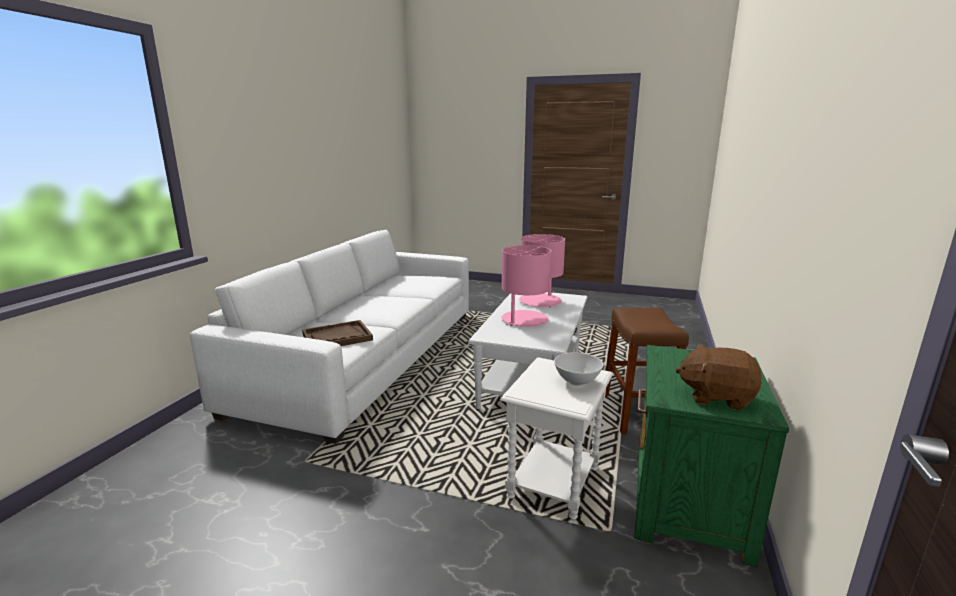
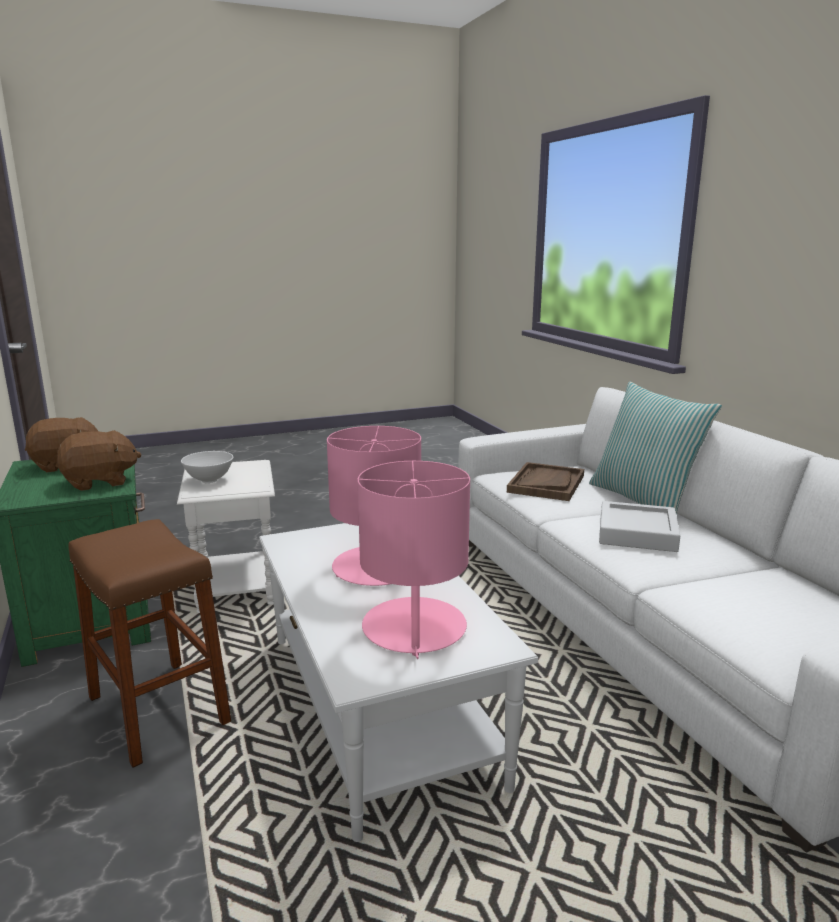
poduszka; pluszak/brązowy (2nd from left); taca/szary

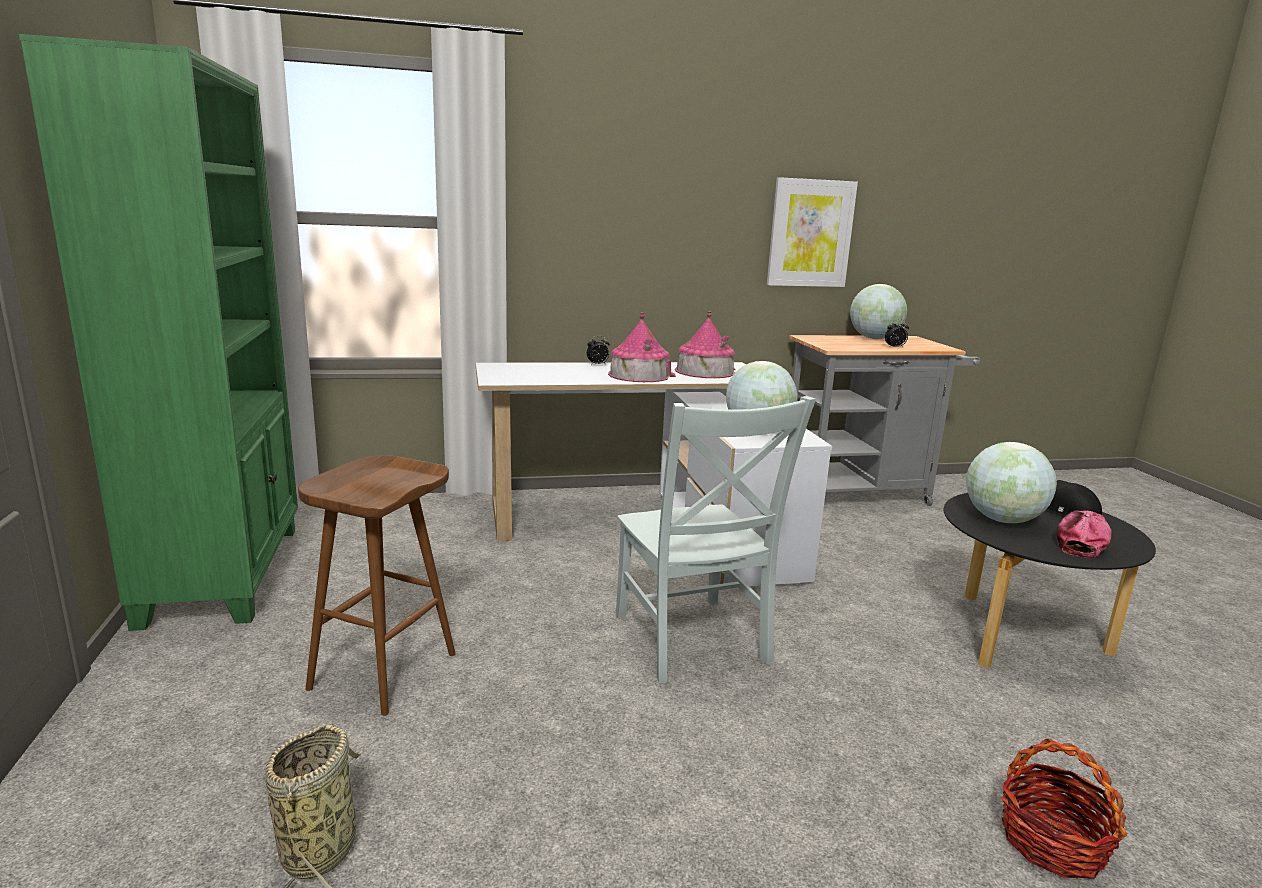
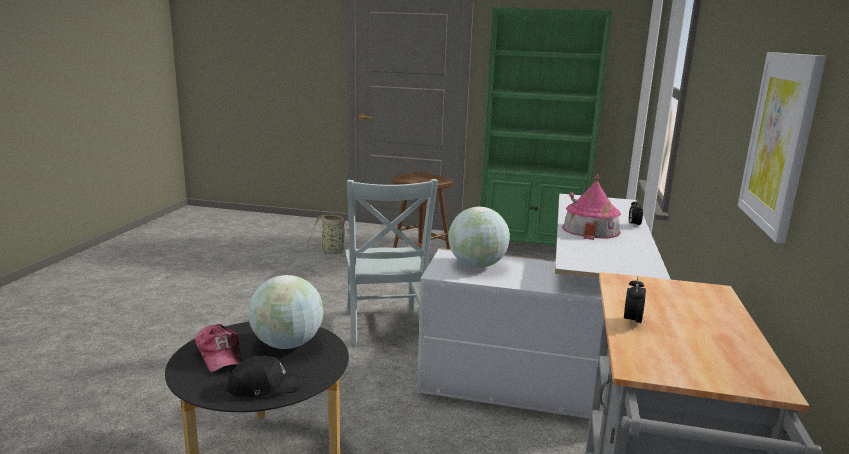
globus (2nd from left in the first image); domek (2nd from left in the first image); krzesło/szary; koszyk (2nd from left in the first image)

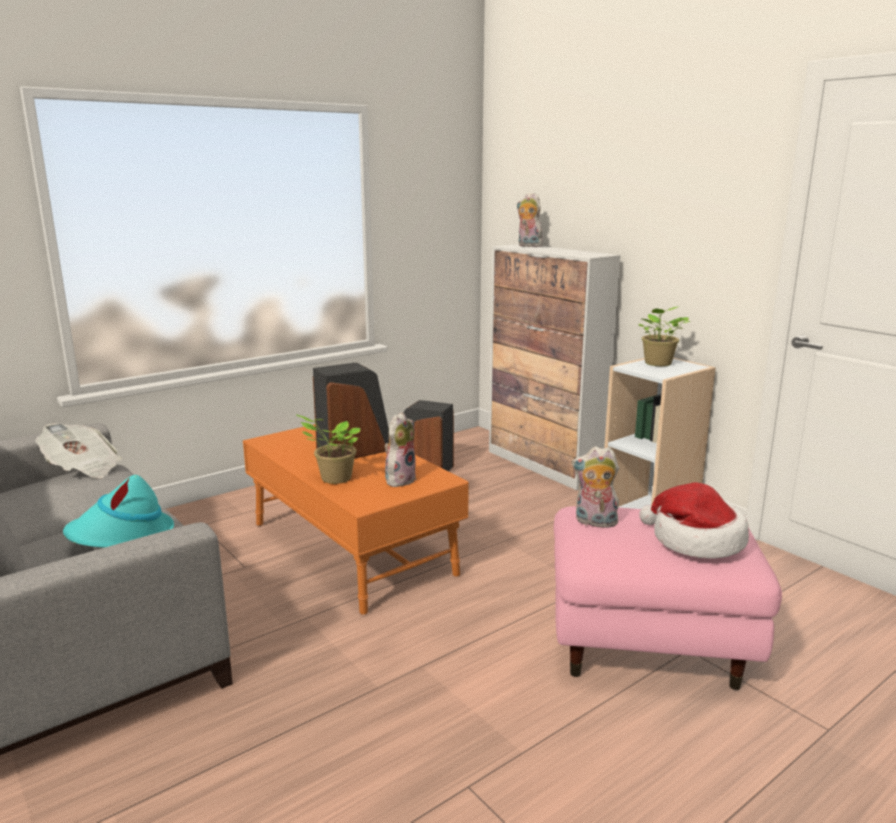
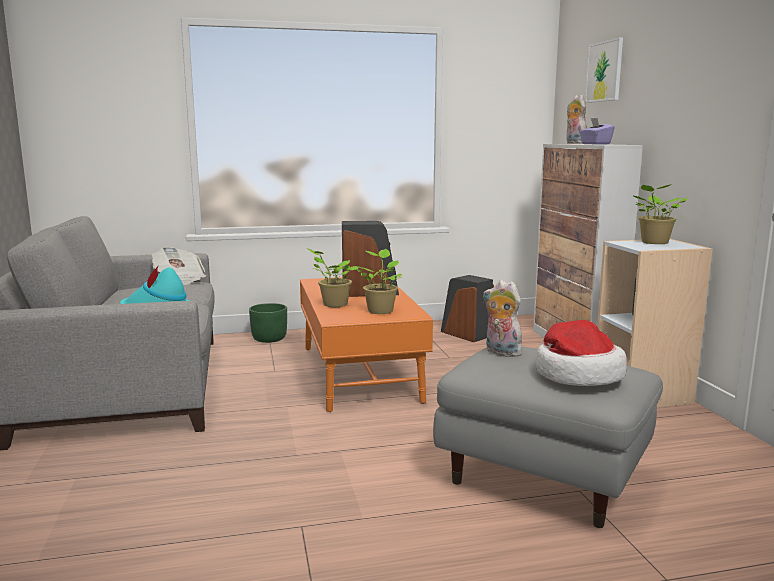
roślina doniczkowa (2nd from left); pufa/szary; obraz; pudełko chusteczek/fioletowy; donica/zielony

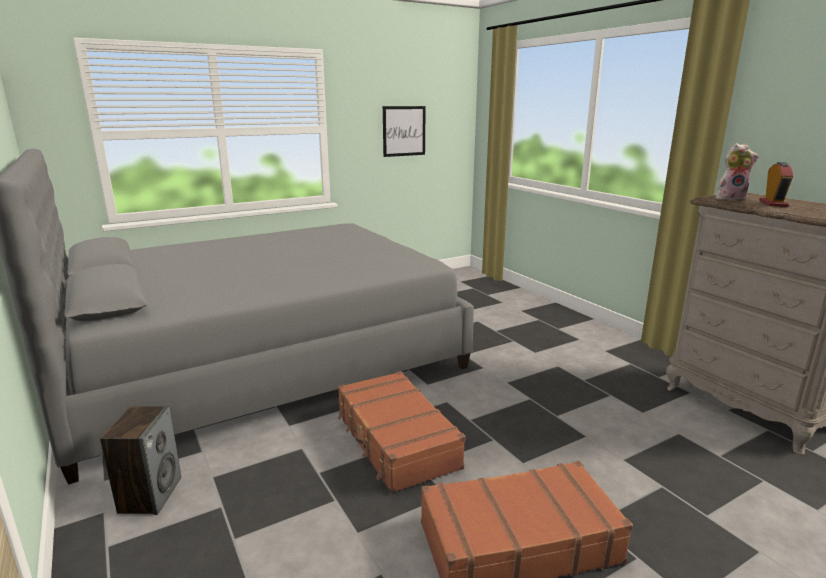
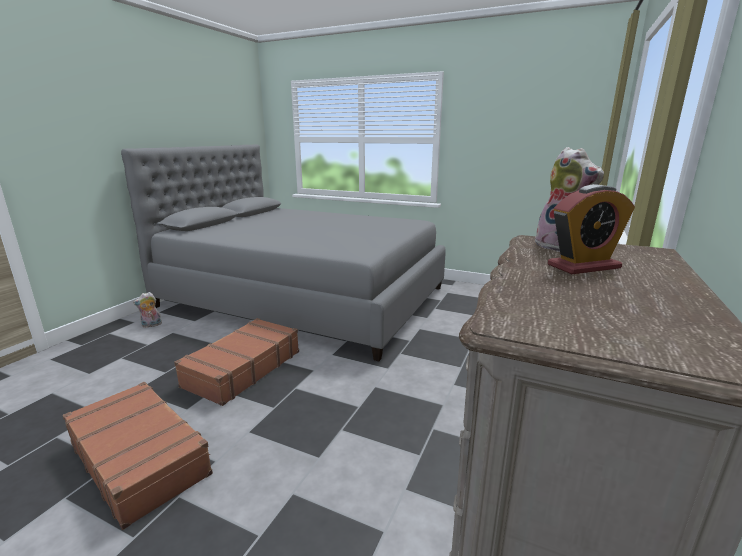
obraz; pluszak (1st from left)

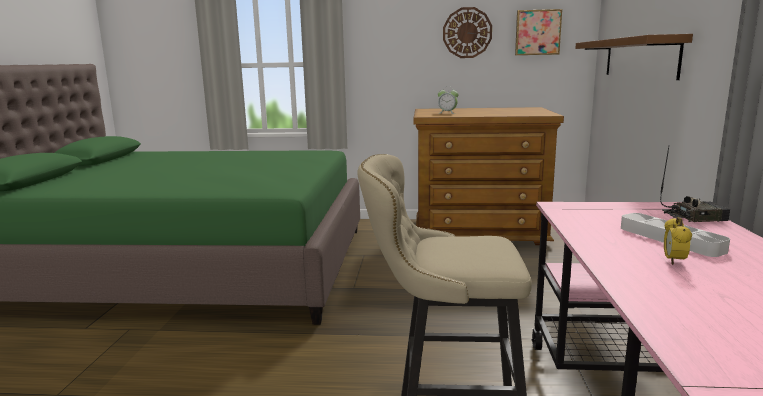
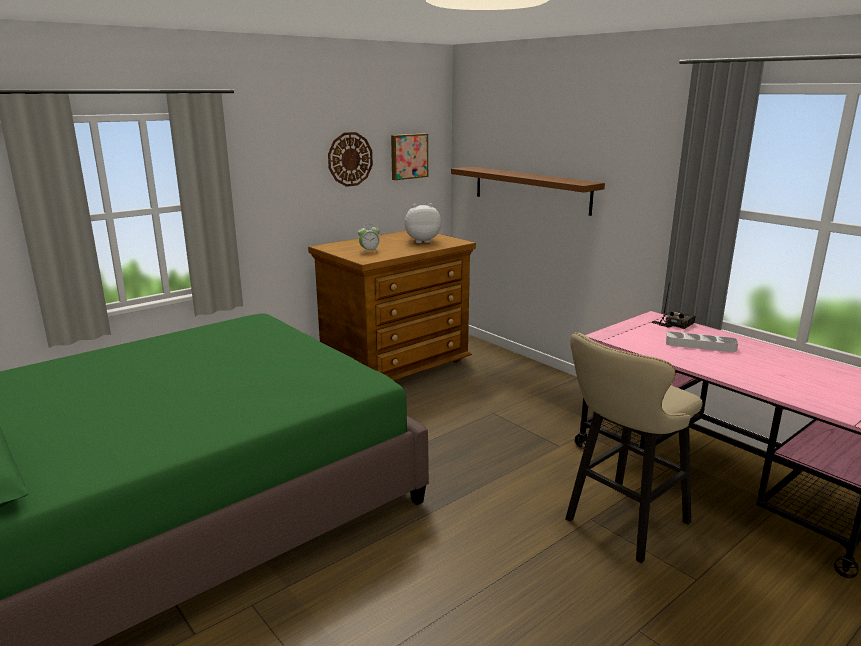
budzik (2nd from left in the first image); pluszak

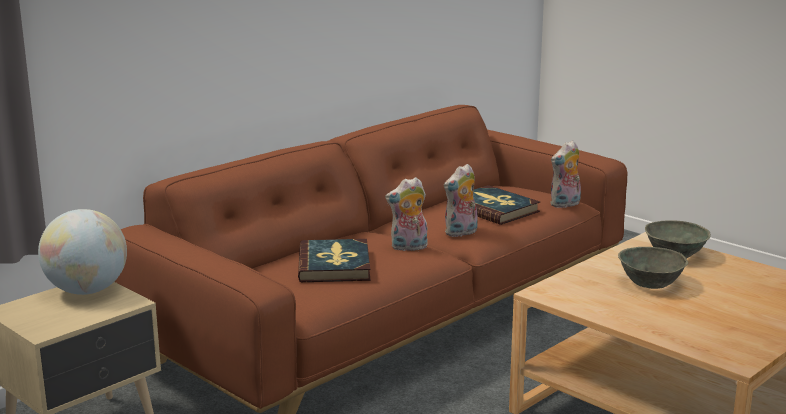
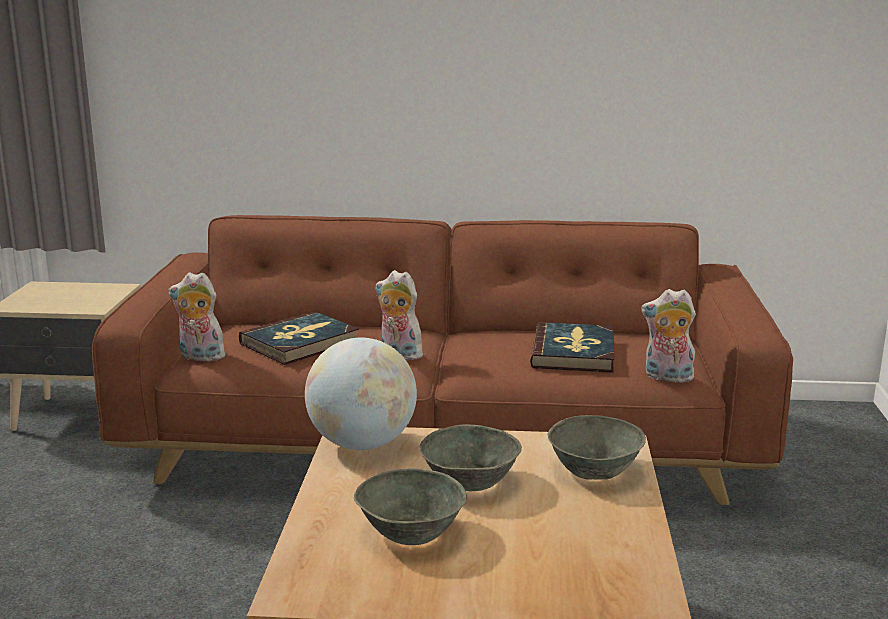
pluszak (1st from left); globus; miska/szary (1st from left)

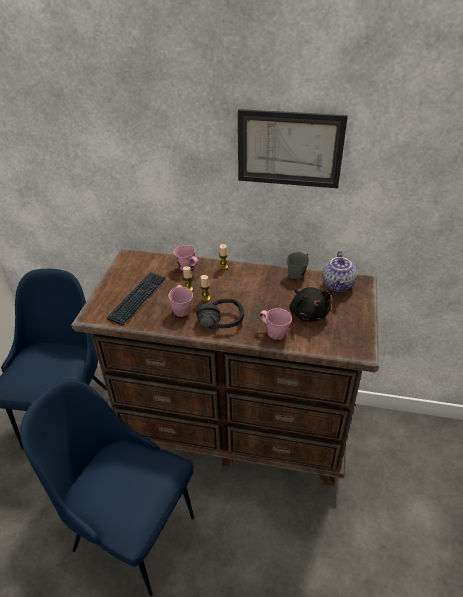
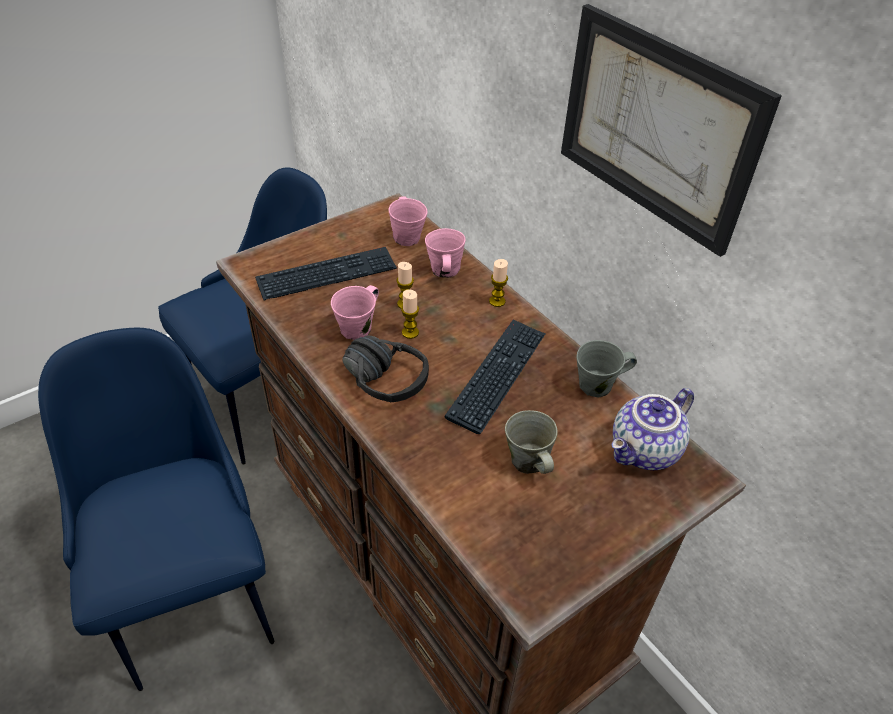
kubek/szary (1st from left); kubek/różowy (2nd from left); klawiatura (2nd from left)

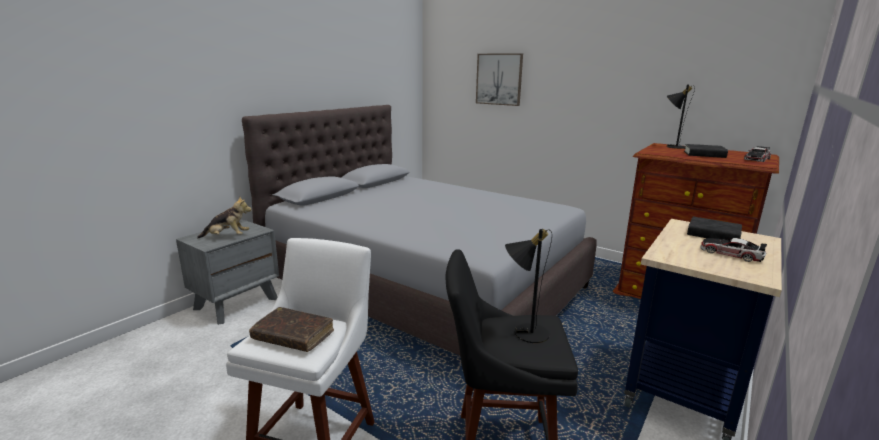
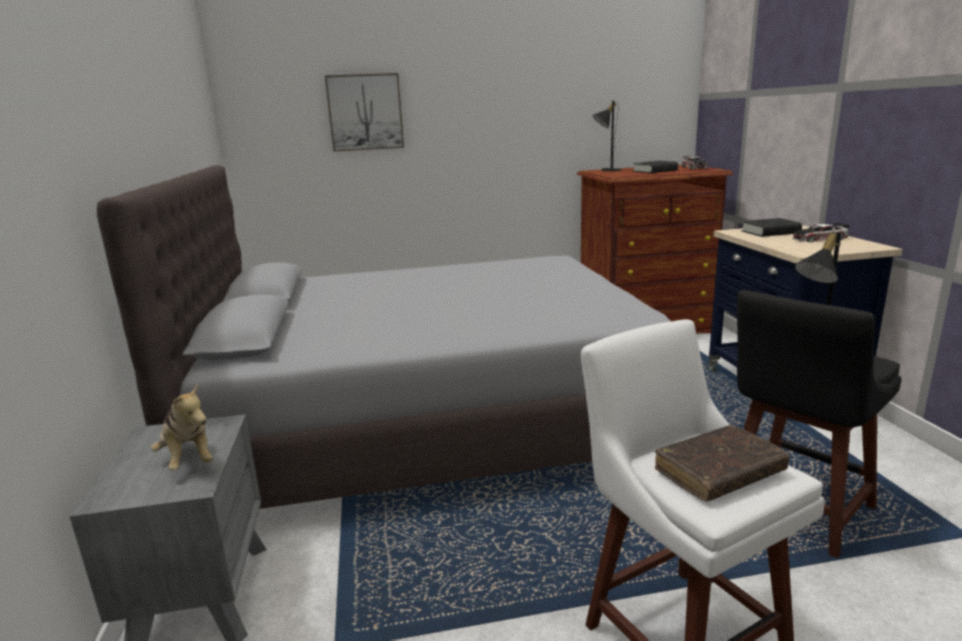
pluszak

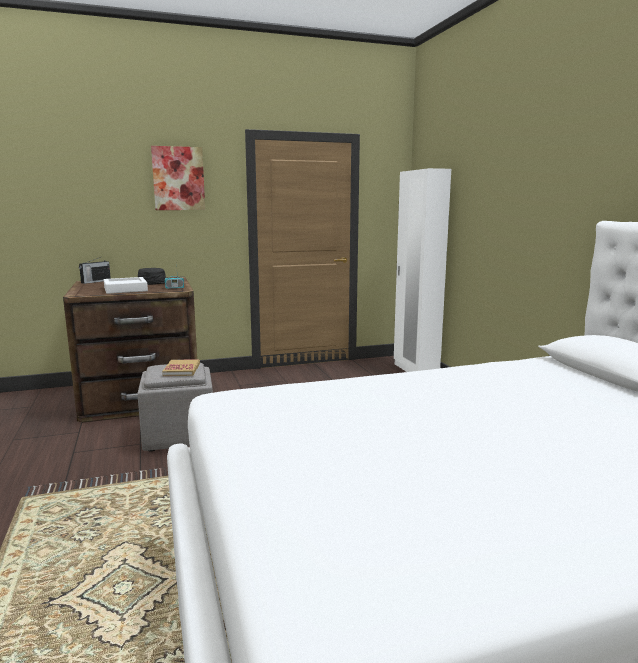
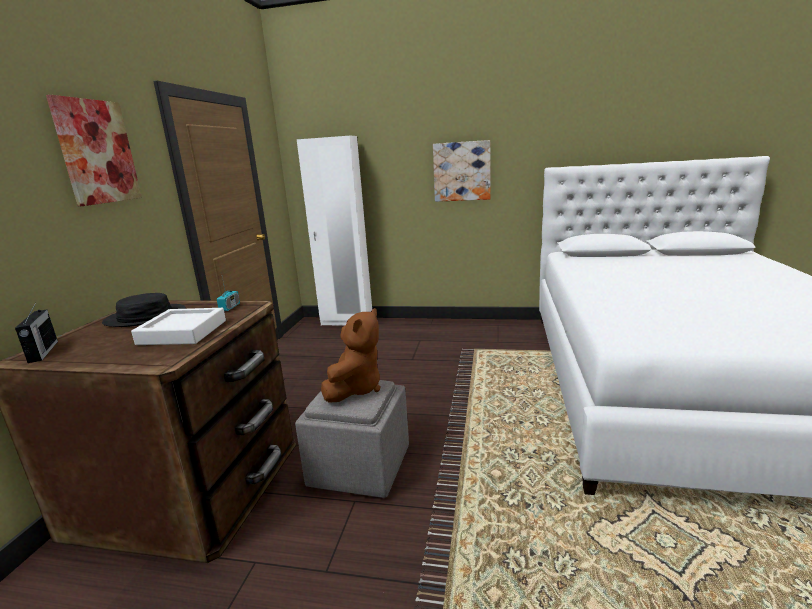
pluszak/brązowy; obraz (2nd from left)

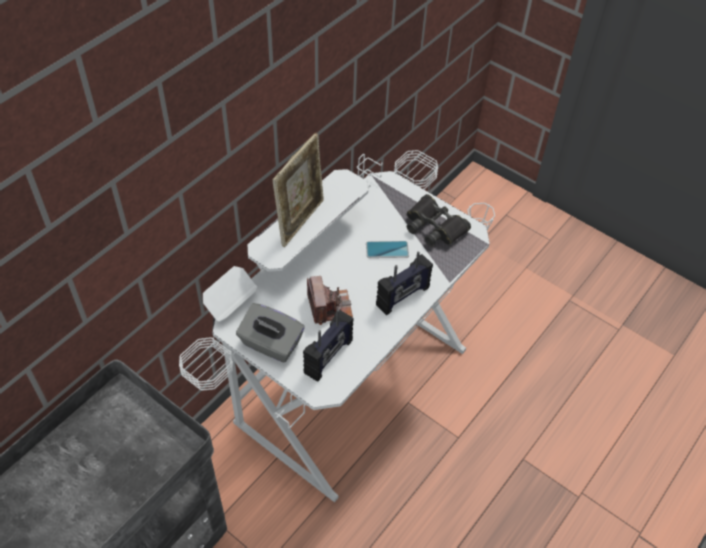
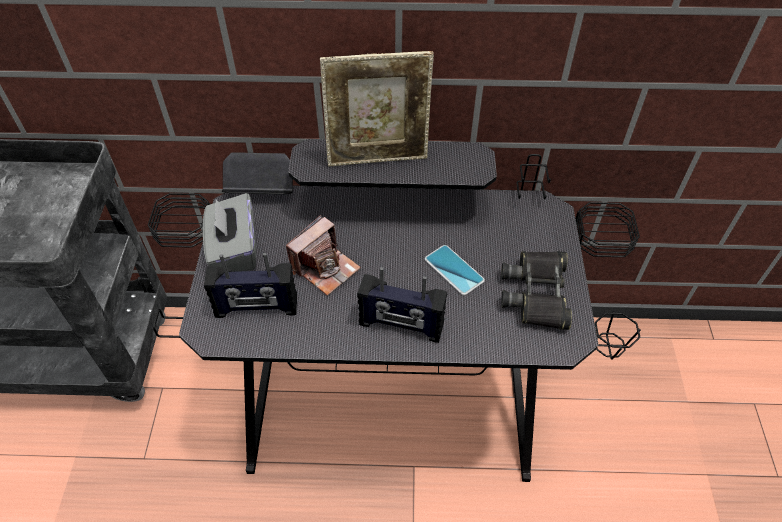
biurko/czarny

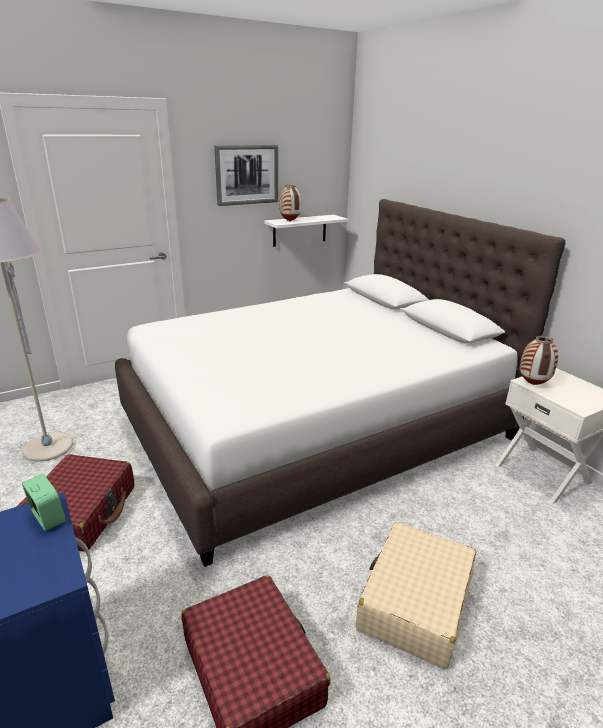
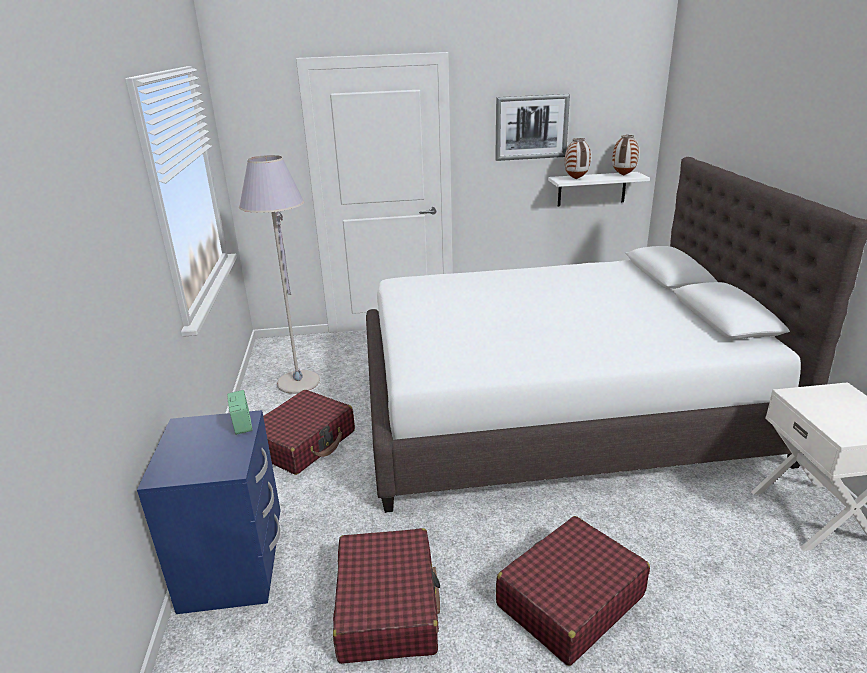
wazon (2nd from left); walizka/czerwony (3rd from left)

